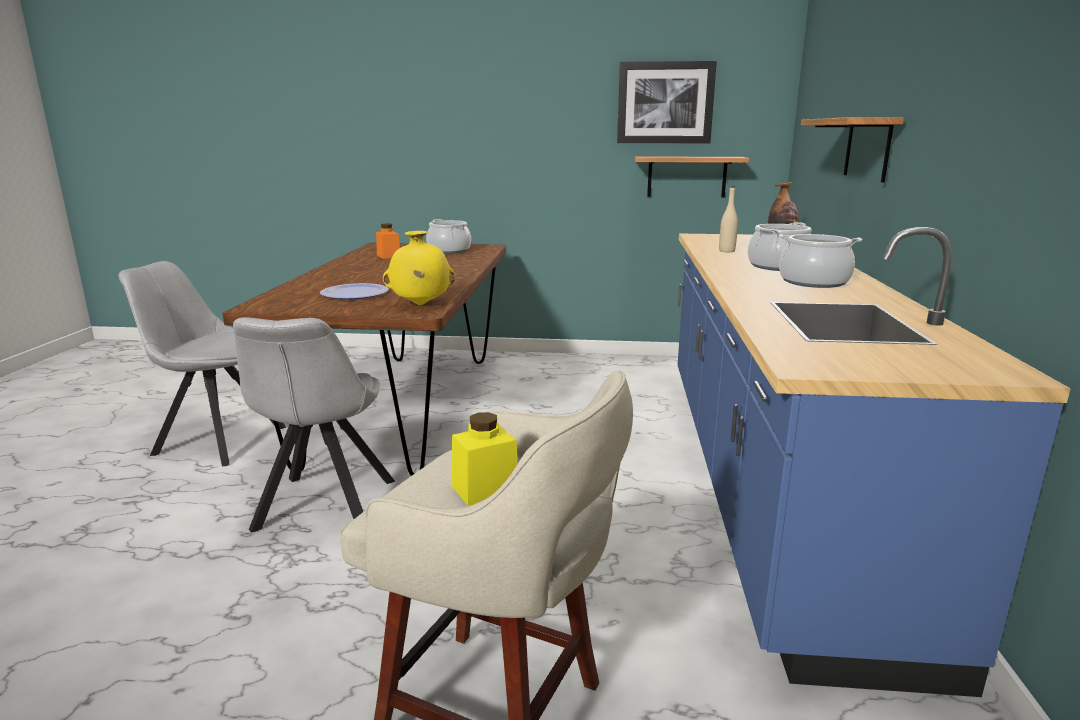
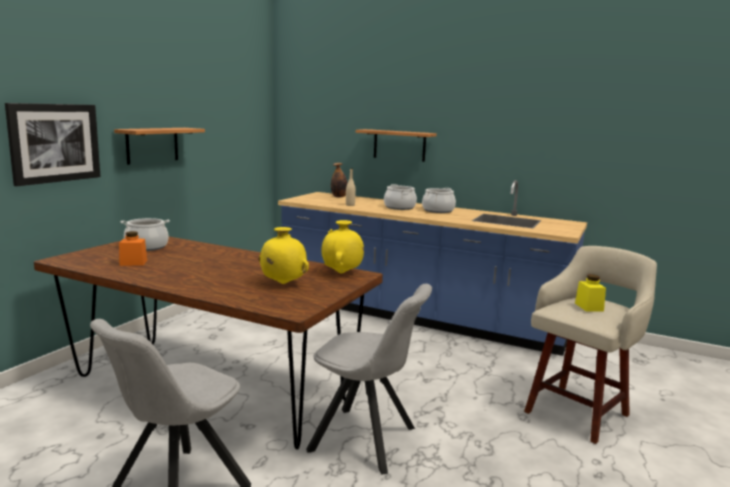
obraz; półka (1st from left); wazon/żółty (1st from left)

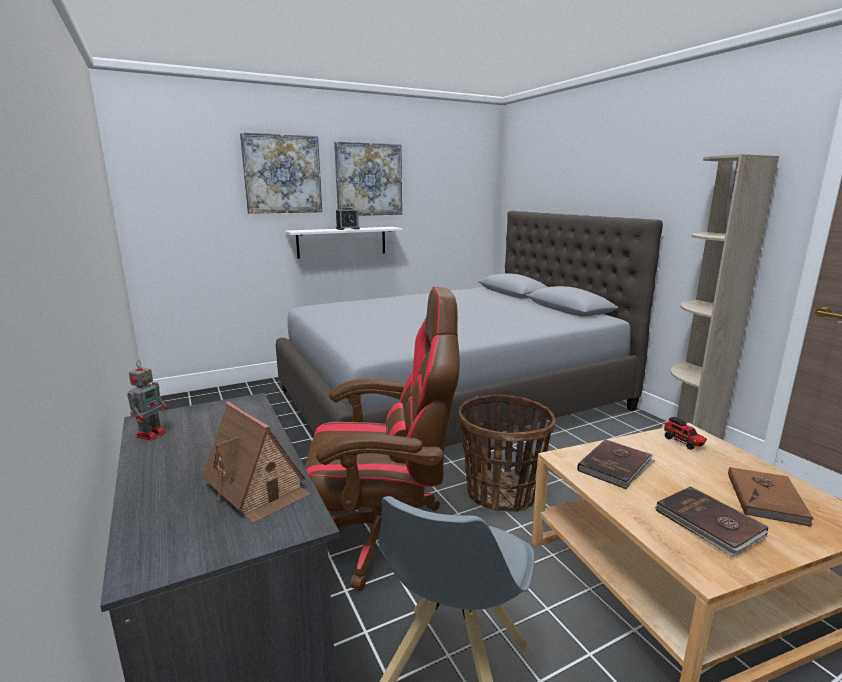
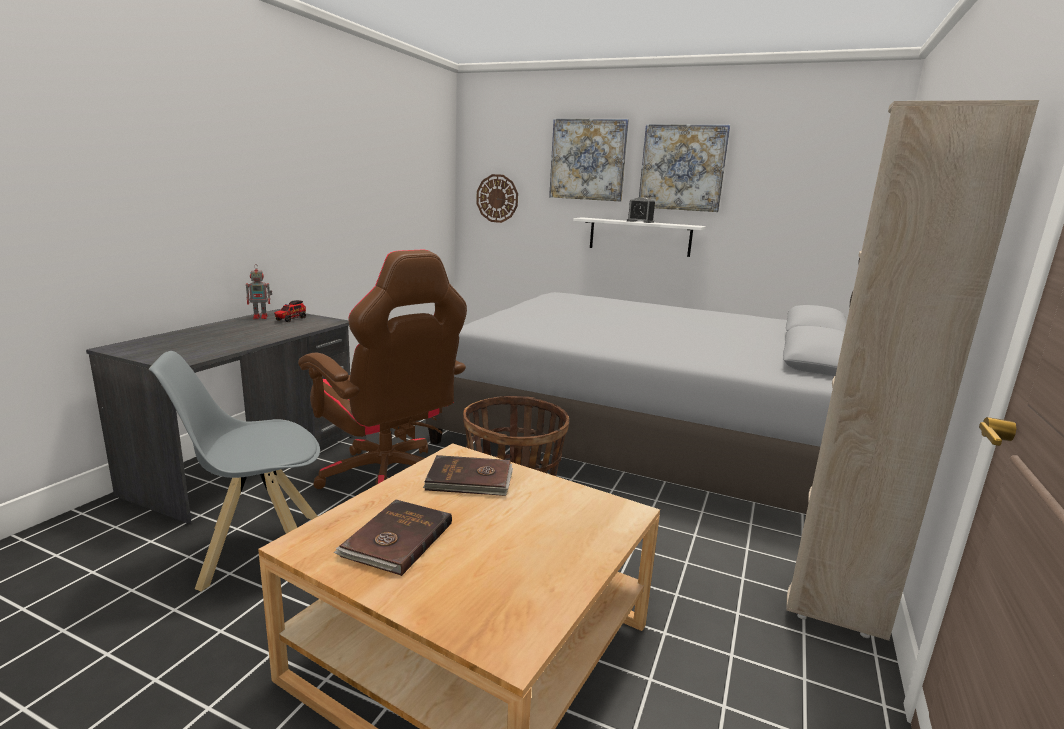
domek; ciężarówka zabawkowa; książka/brązowy (3rd from left in the first image); zegar ścienny

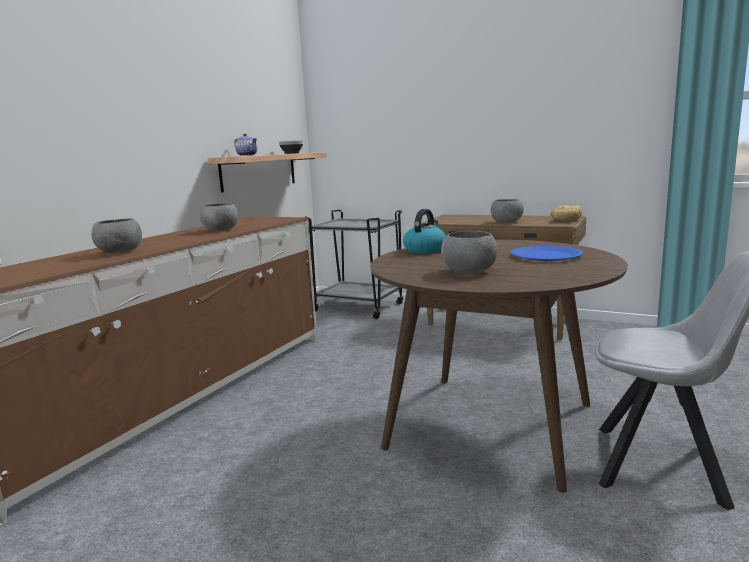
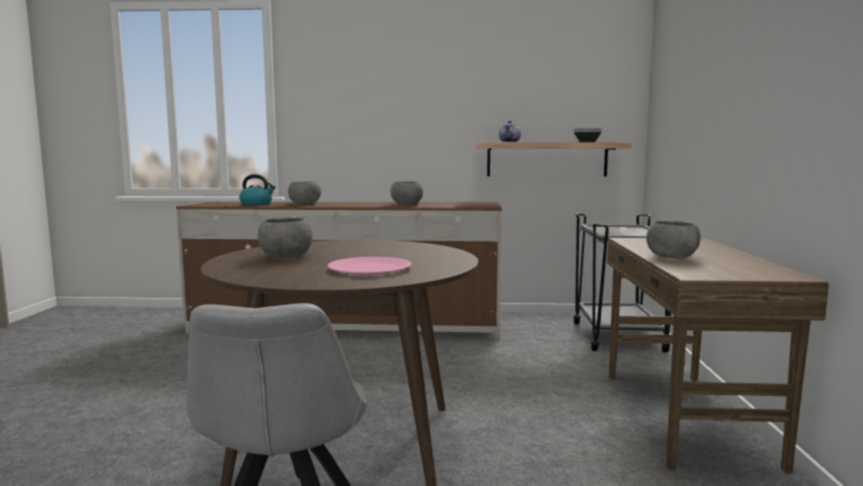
chleb; czajnik; talerz/różowy

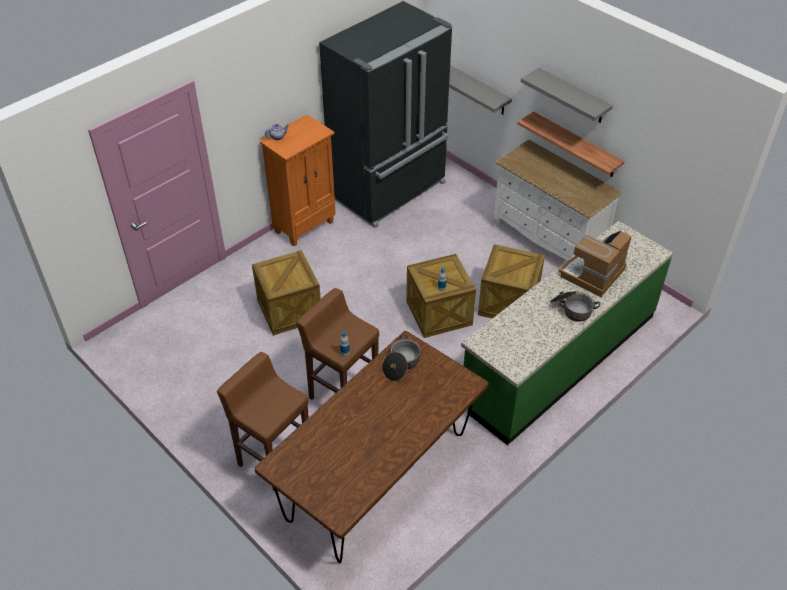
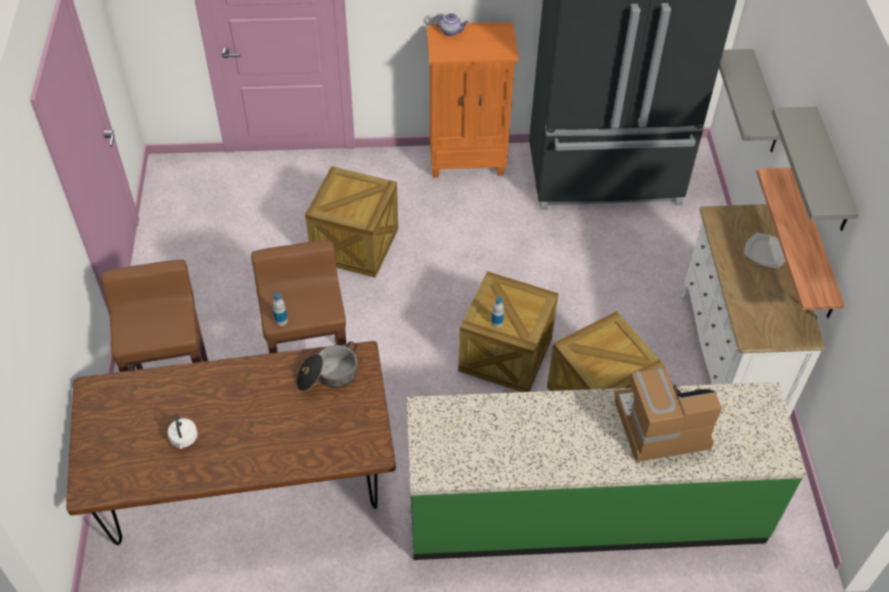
garnek (2nd from left in the first image); talerz; czajnik/biały

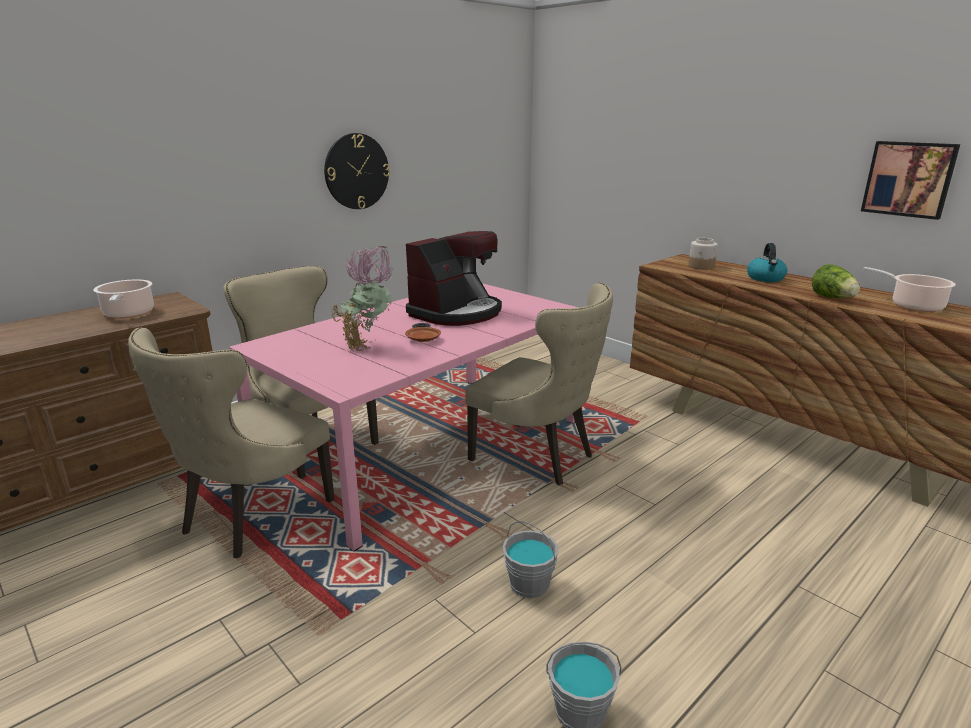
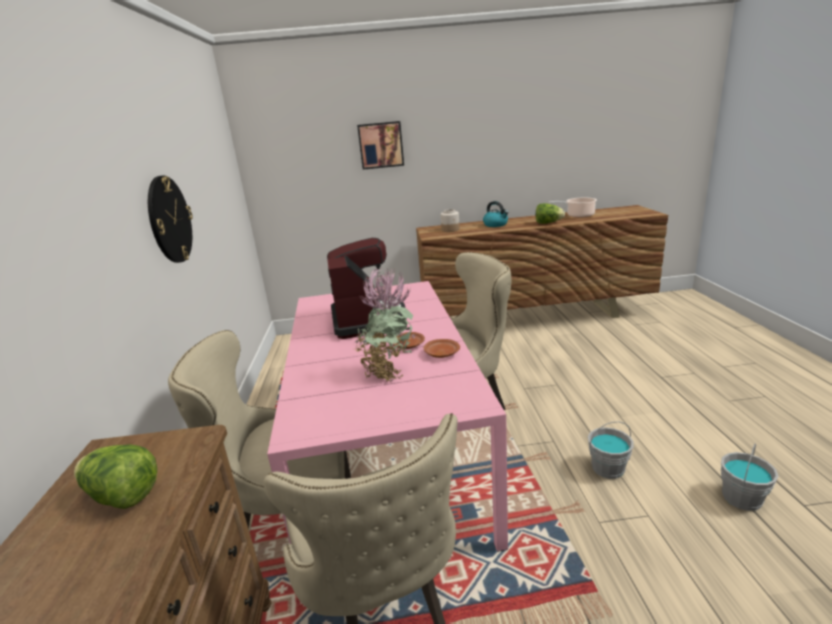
obraz; sałata (1st from left); talerz/brązowy (2nd from left)

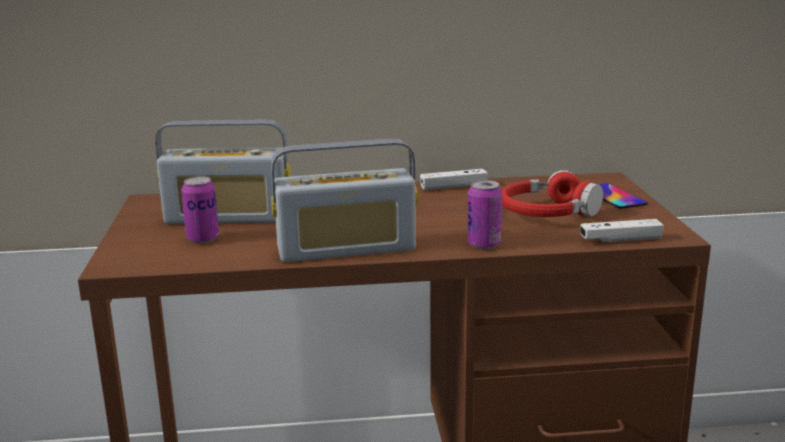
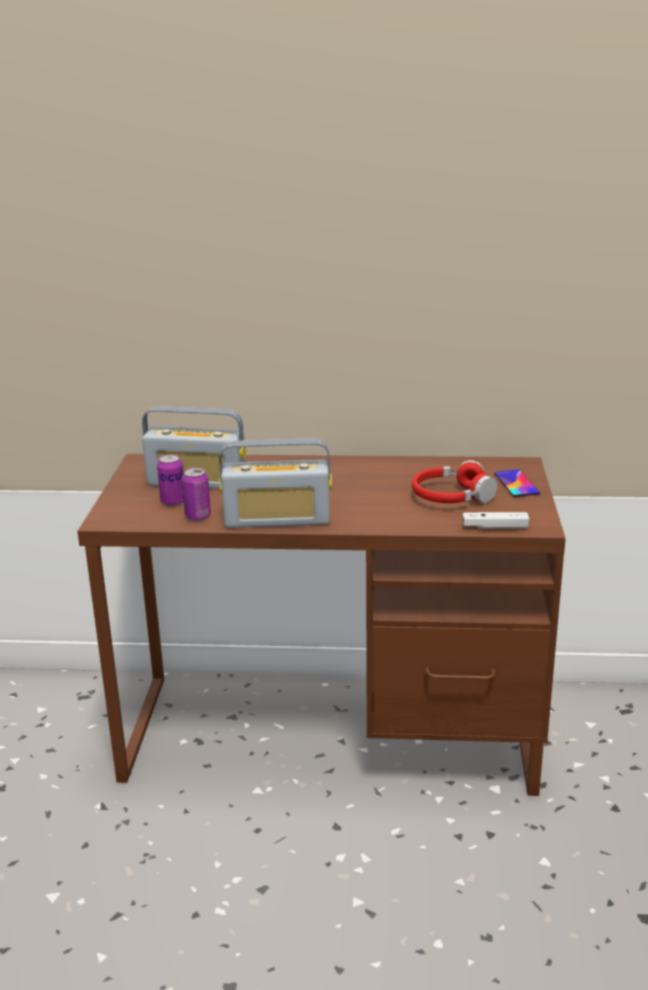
pad do gier/biały (1st from left in the first image); puszka (2nd from left)

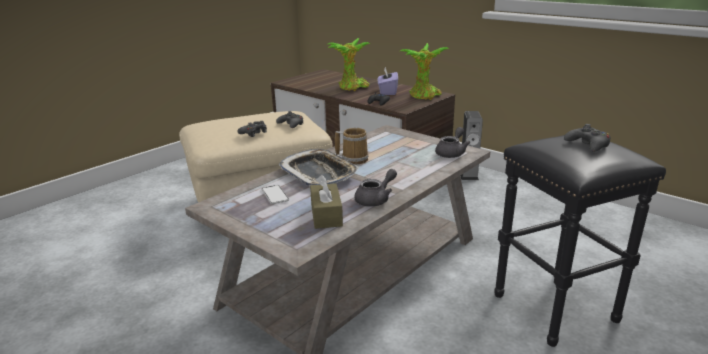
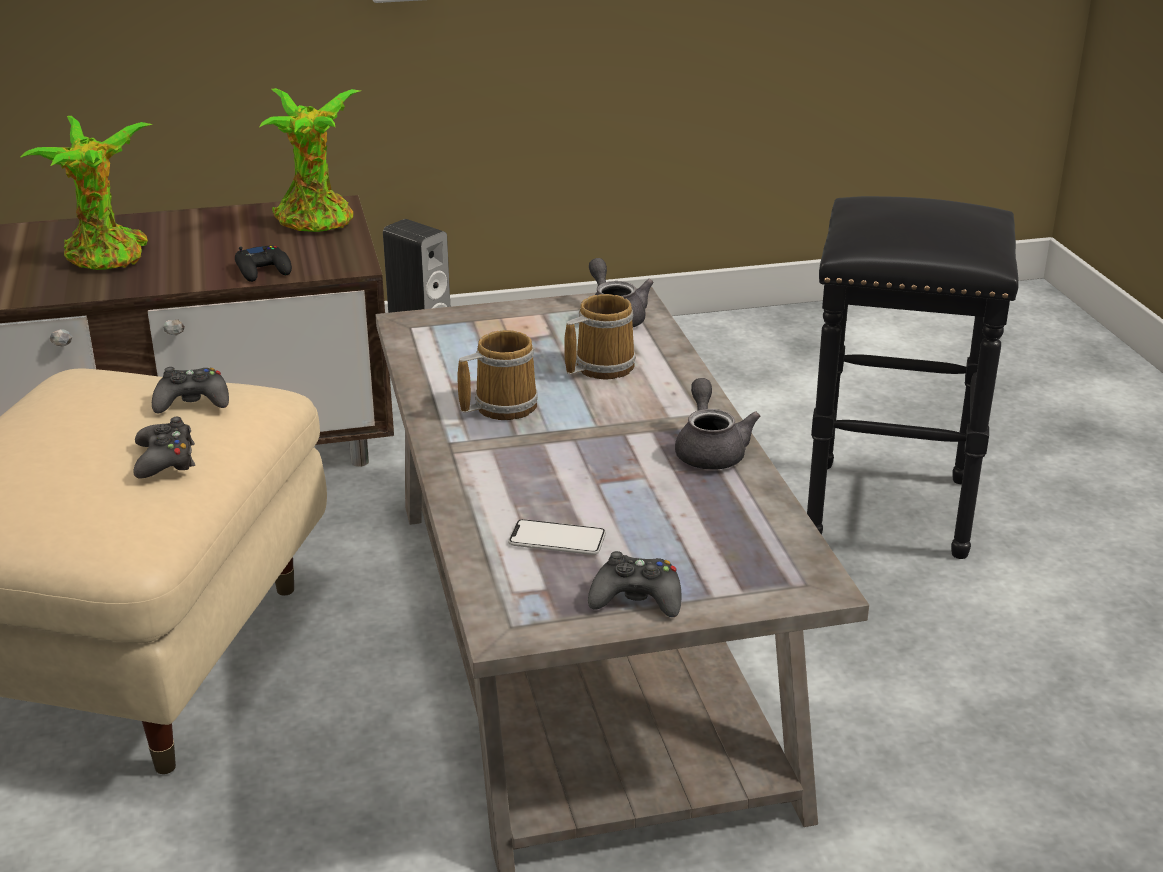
pudełko chusteczek/fioletowy; pad do gier/czarny (4th from left); taca; pudełko chusteczek/brązowy; kubek (2nd from left)

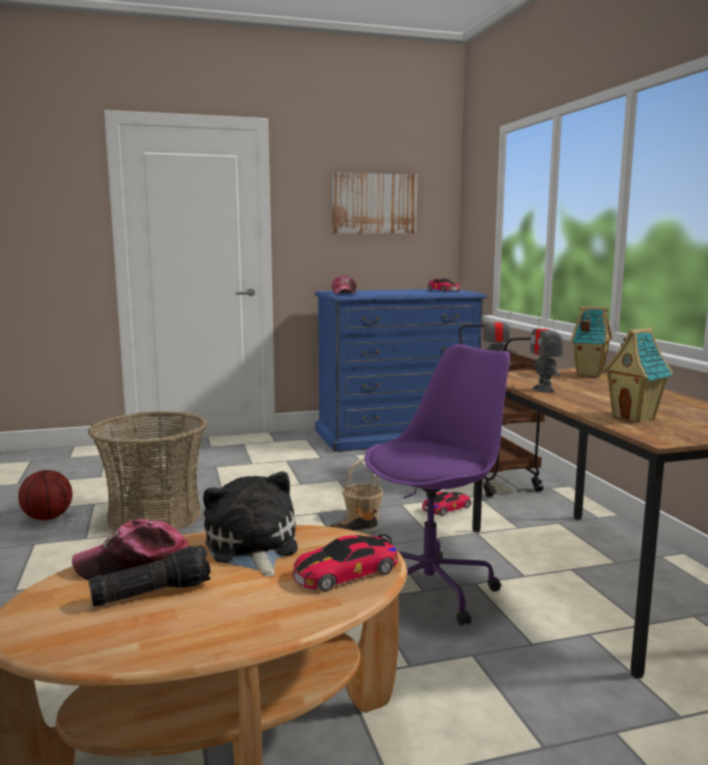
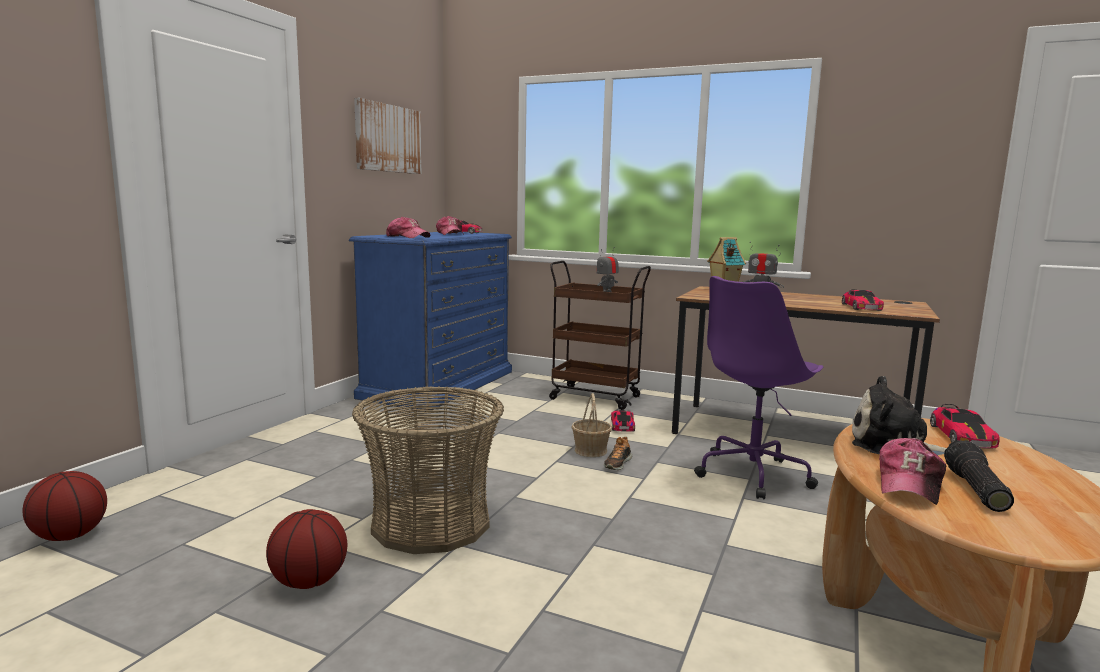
samochodzik (3rd from left); krzesło biurowe/fioletowy; czapka z daszkiem (2nd from left); piłka do koszykówki (1st from left)

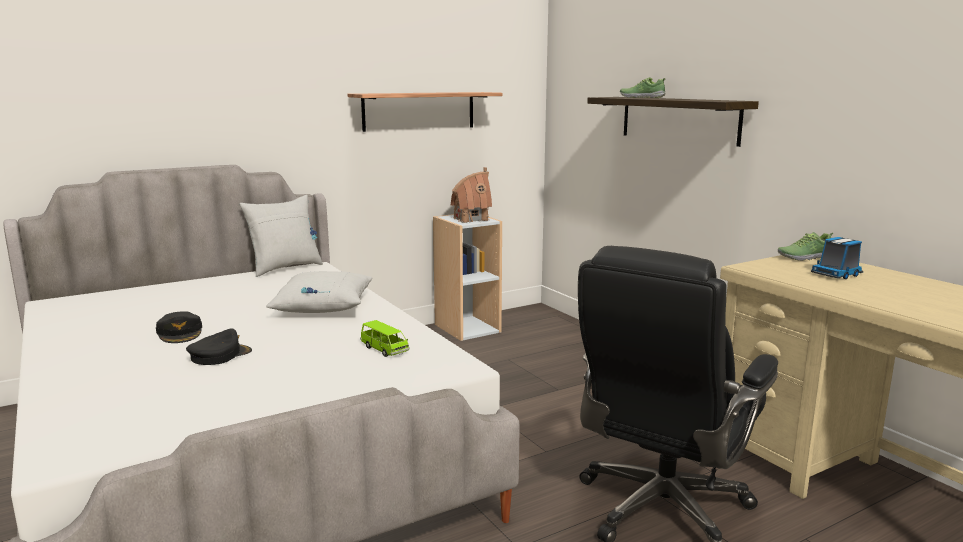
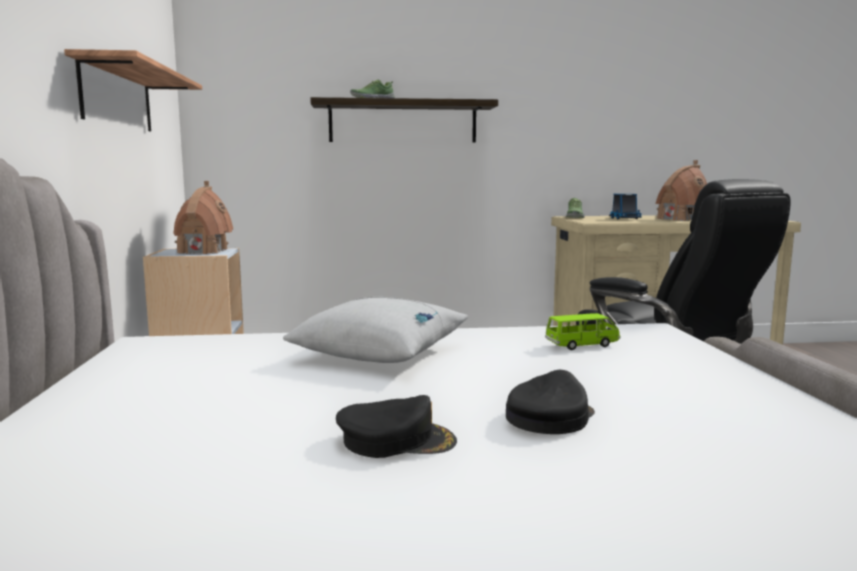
poduszka/szary (1st from left in the first image); czapka z daszkiem/czarny (2nd from left); domek (2nd from left)

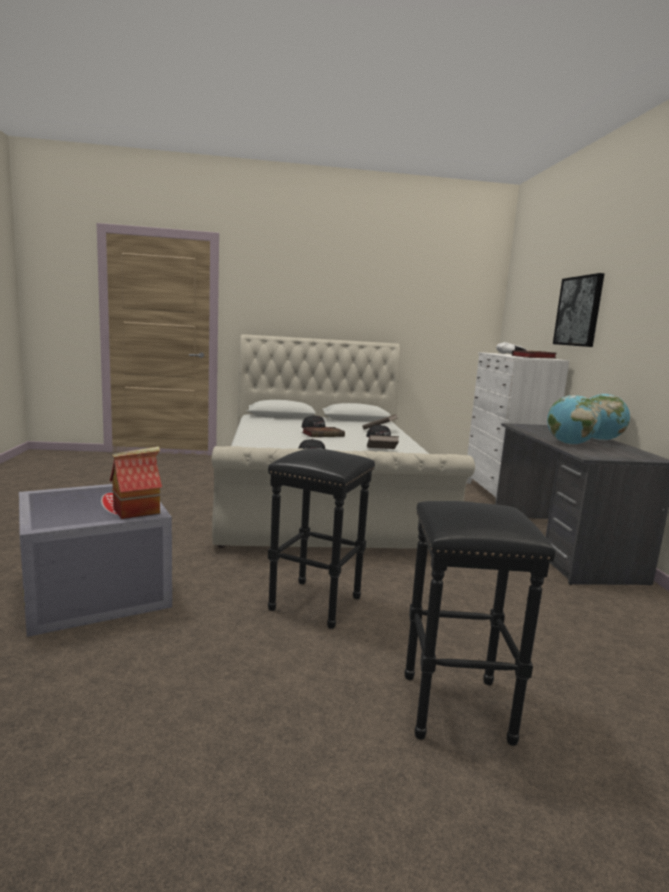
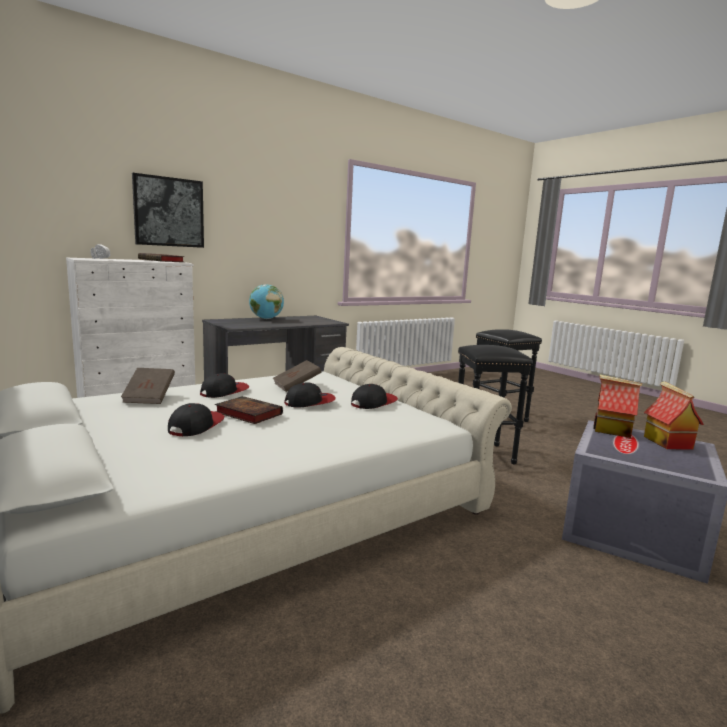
globus (1st from left in the first image); domek (2nd from left); czapka z daszkiem (3rd from left)

